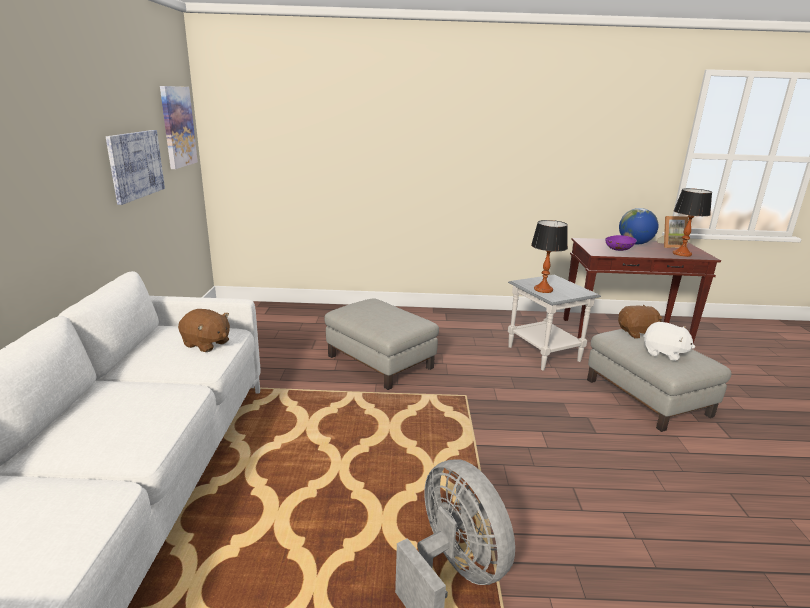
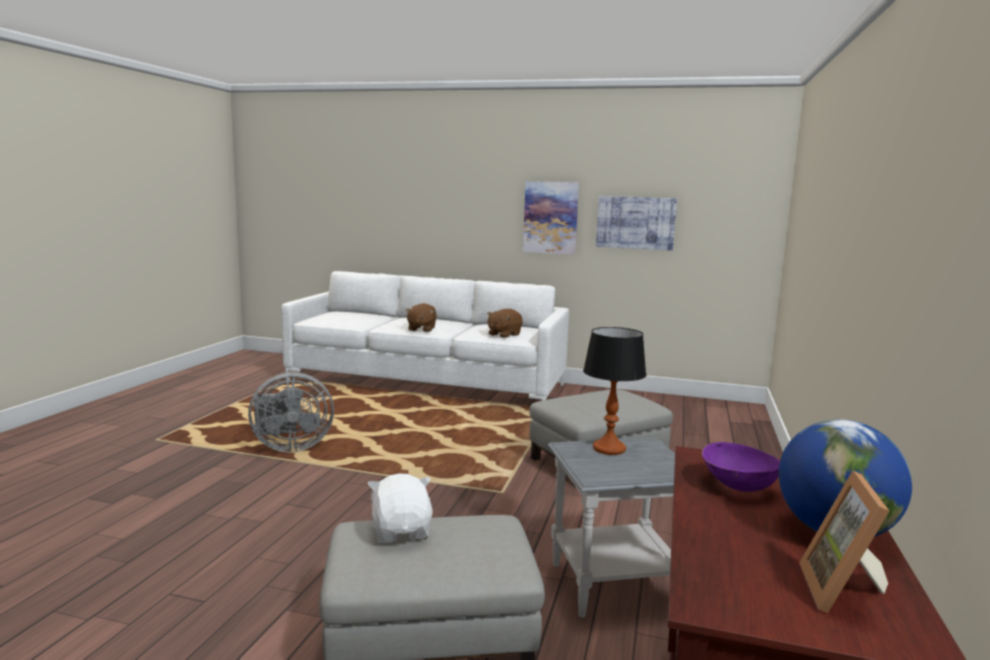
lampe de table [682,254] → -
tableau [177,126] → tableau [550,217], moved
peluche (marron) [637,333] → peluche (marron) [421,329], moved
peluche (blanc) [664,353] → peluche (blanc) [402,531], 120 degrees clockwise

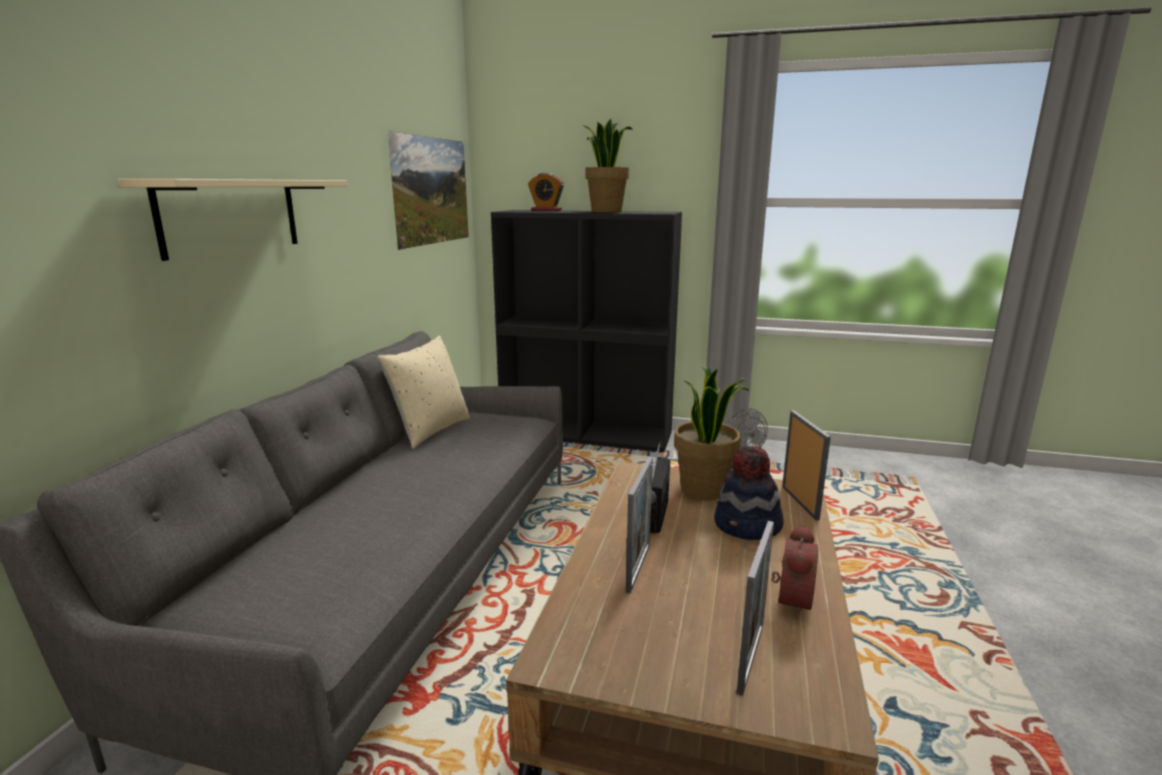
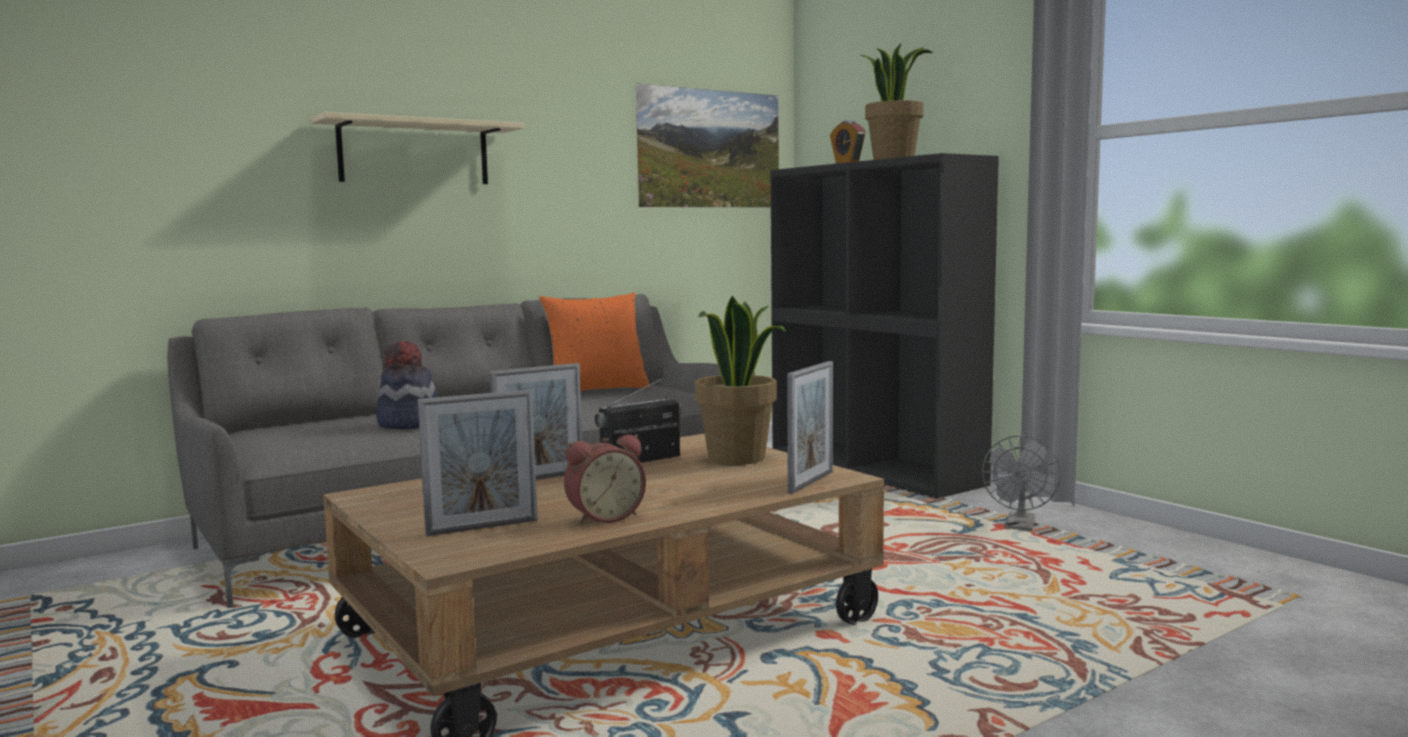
chapeau [747,526] → chapeau [409,425], moved
coussin (beige) [430,430] → coussin (orange) [597,390]

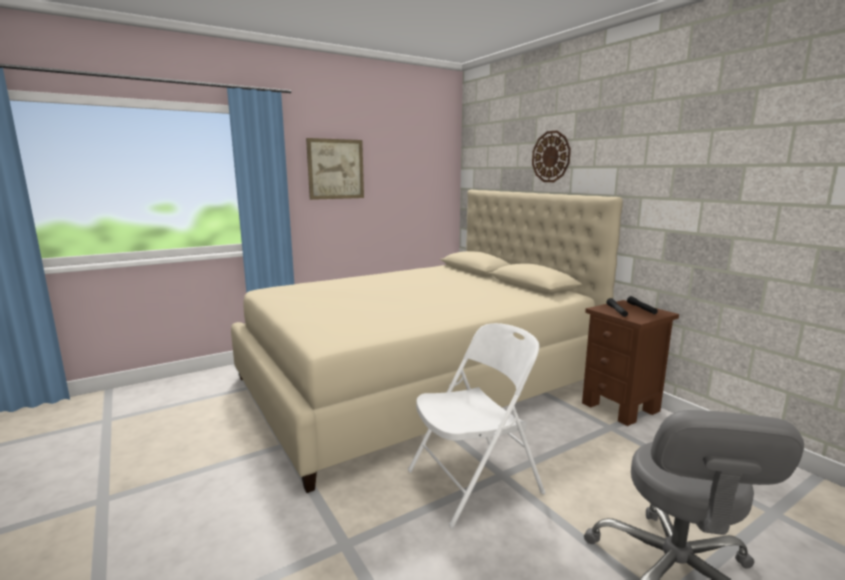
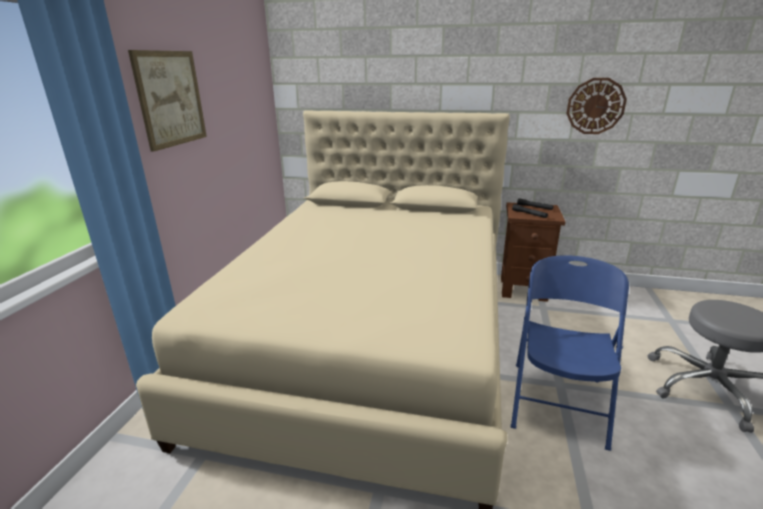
horloge murale [551,156] → horloge murale [595,106], moved
chaise (blanc) [474,482] → chaise (bleu) [558,403]

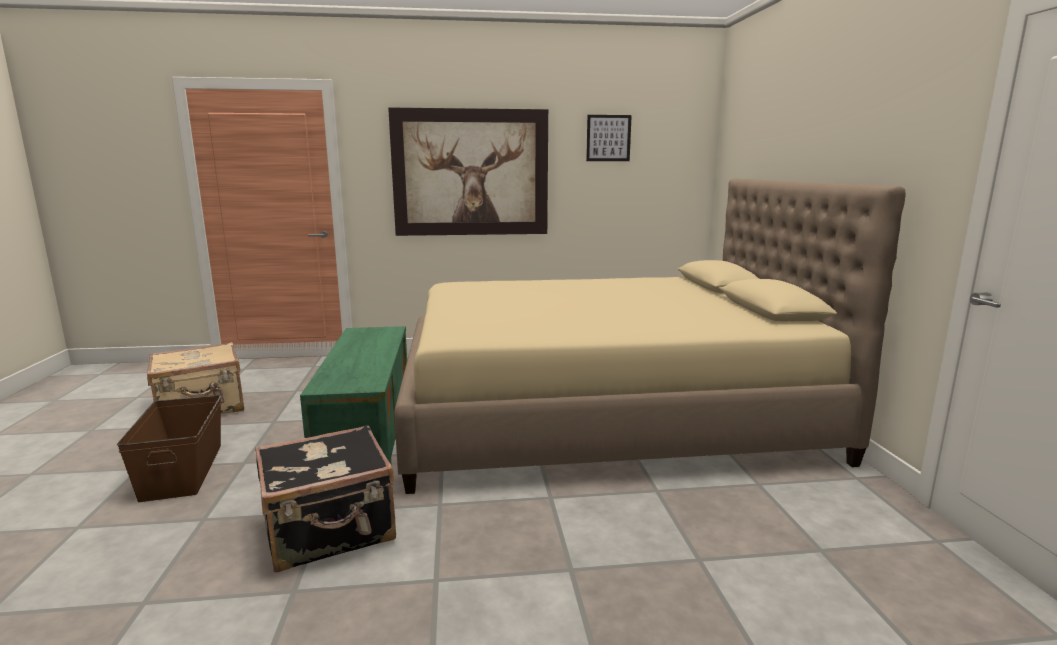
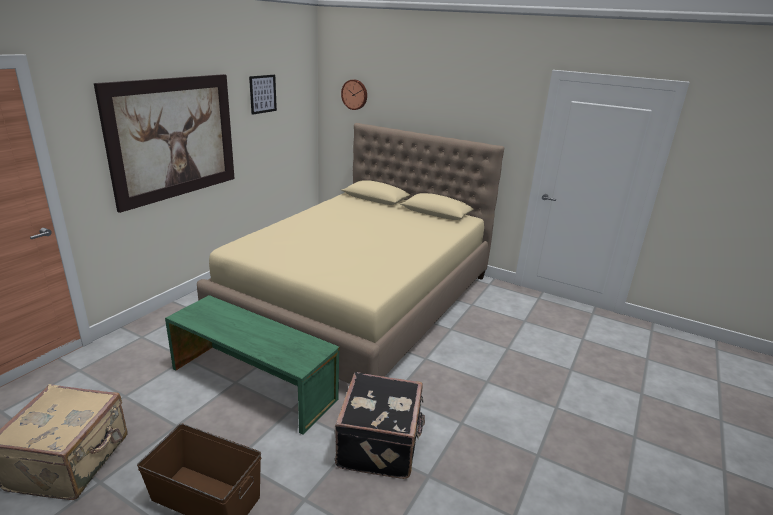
- → horloge murale [355,94]

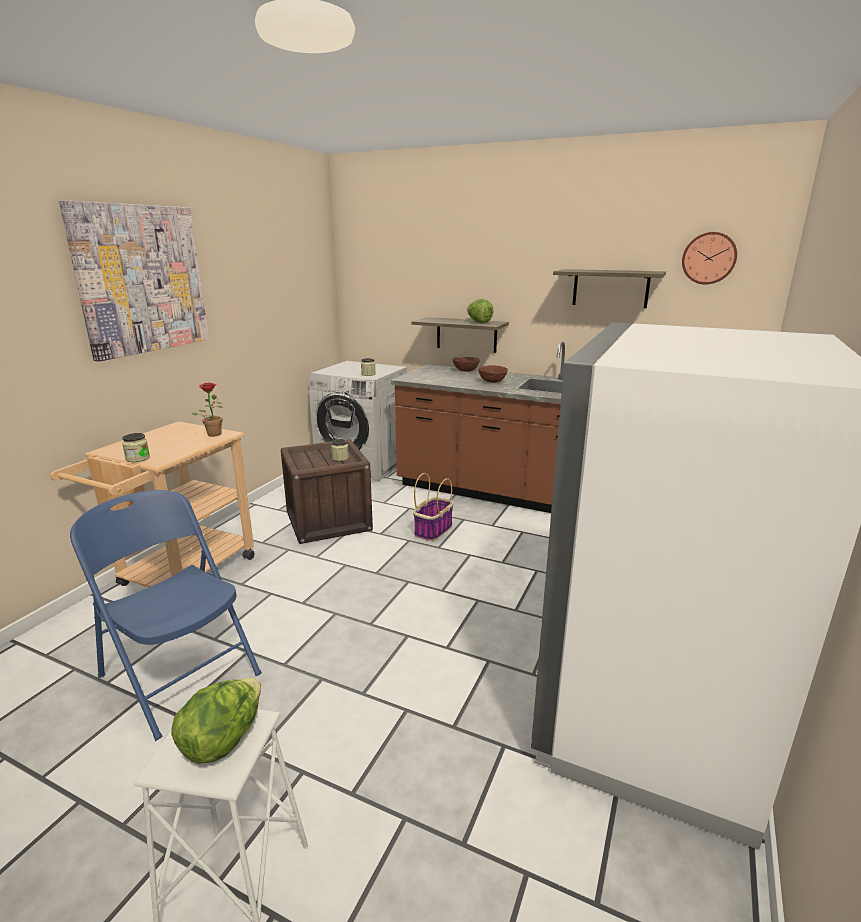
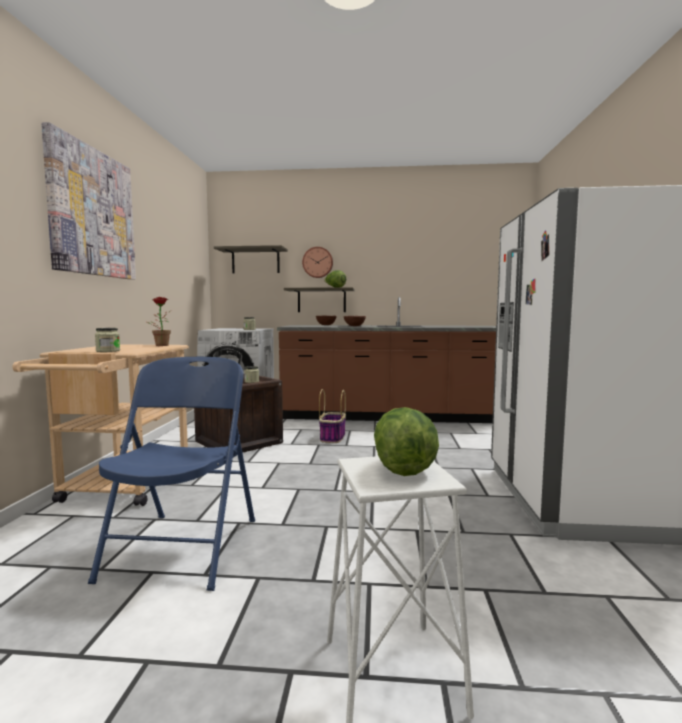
étagère [610,288] → étagère [255,261], moved
horloge murale [709,258] → horloge murale [317,262], moved
chaise (bleu) [180,675] → chaise (bleu) [183,548], 75 degrees clockwise

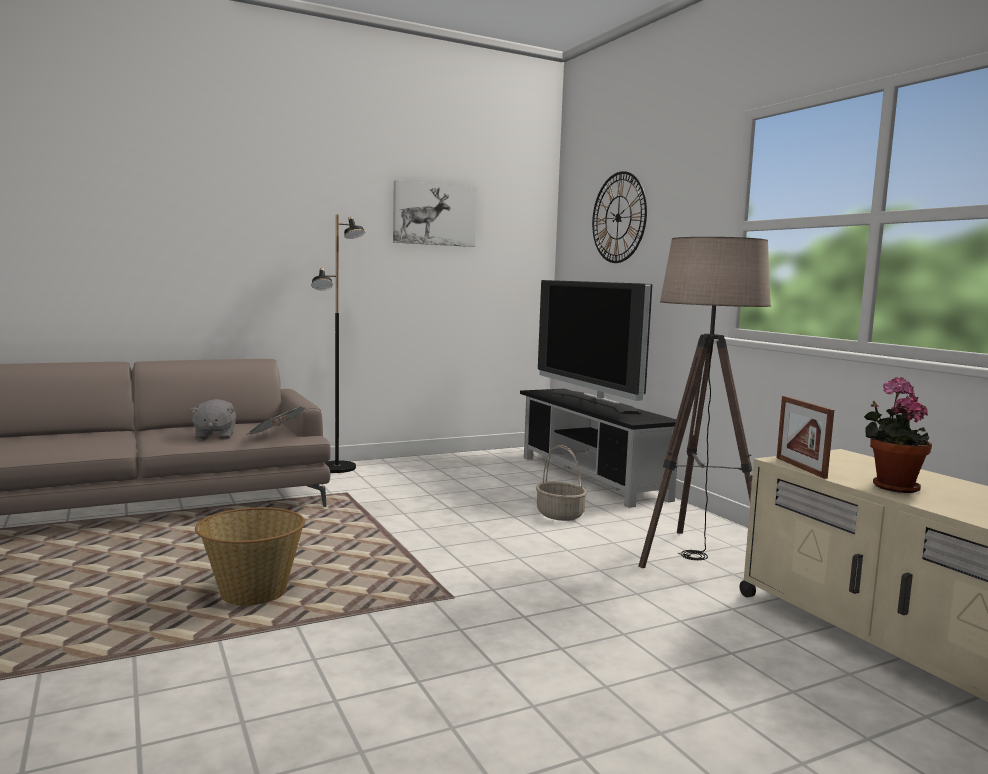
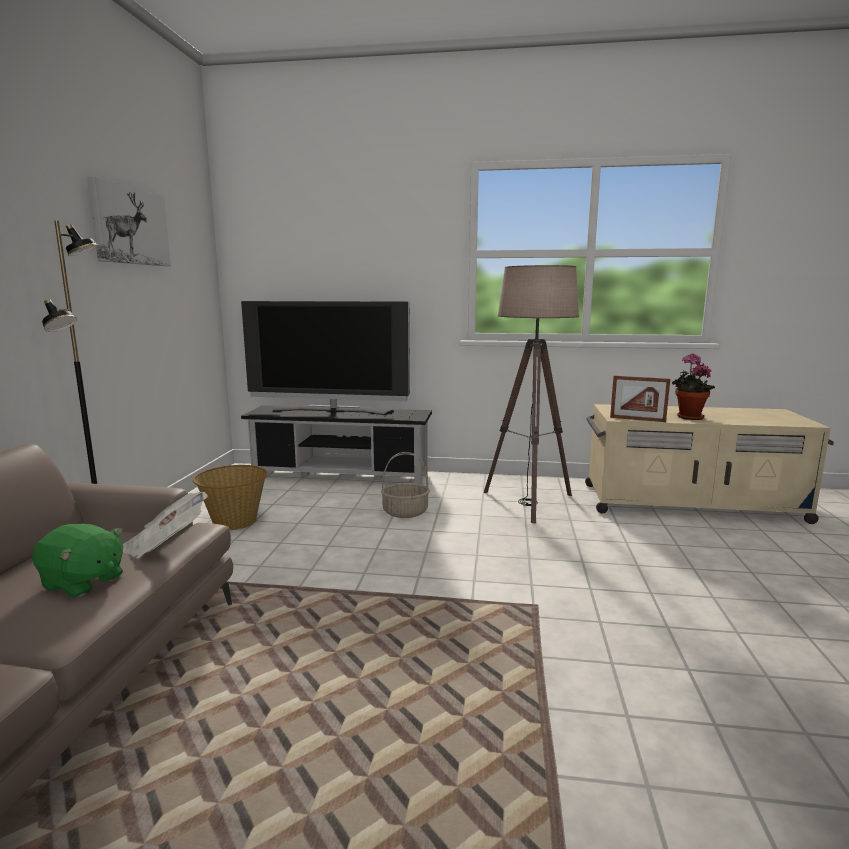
horloge murale [618,217] → -
panier [252,593] → panier [234,522], moved
peluche (gris) [214,436] → peluche (vert) [83,582]

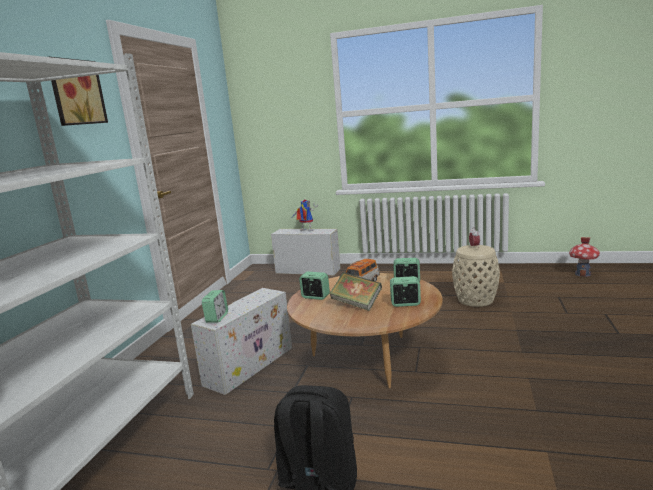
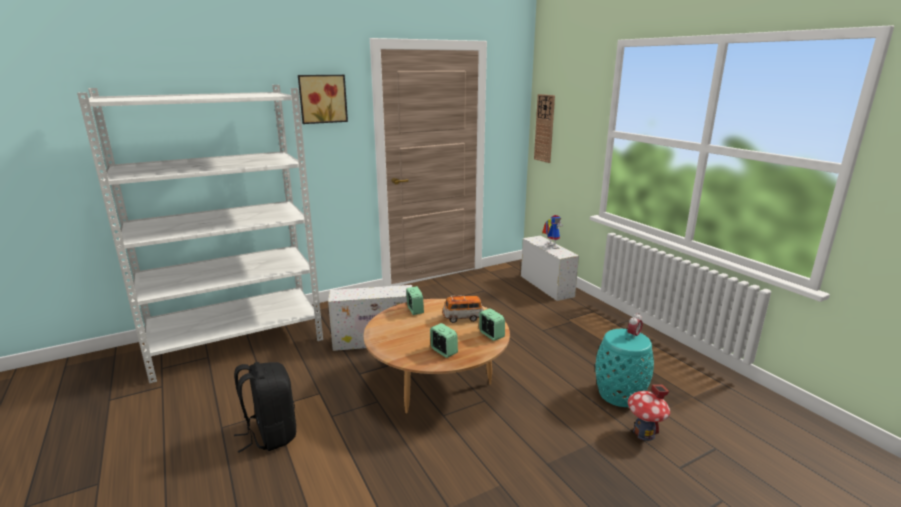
réveil [217,318] → -
livre [356,304] → -
- → horloge murale [544,128]
maison miniature [583,274] → maison miniature [644,433], moved
tabouret (beige) [475,300] → tabouret (turquoise) [619,394]

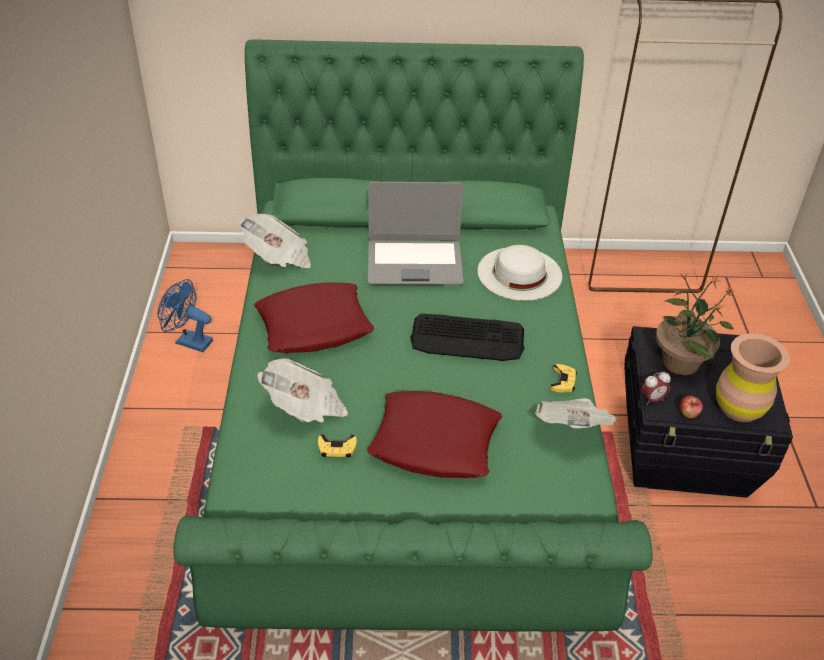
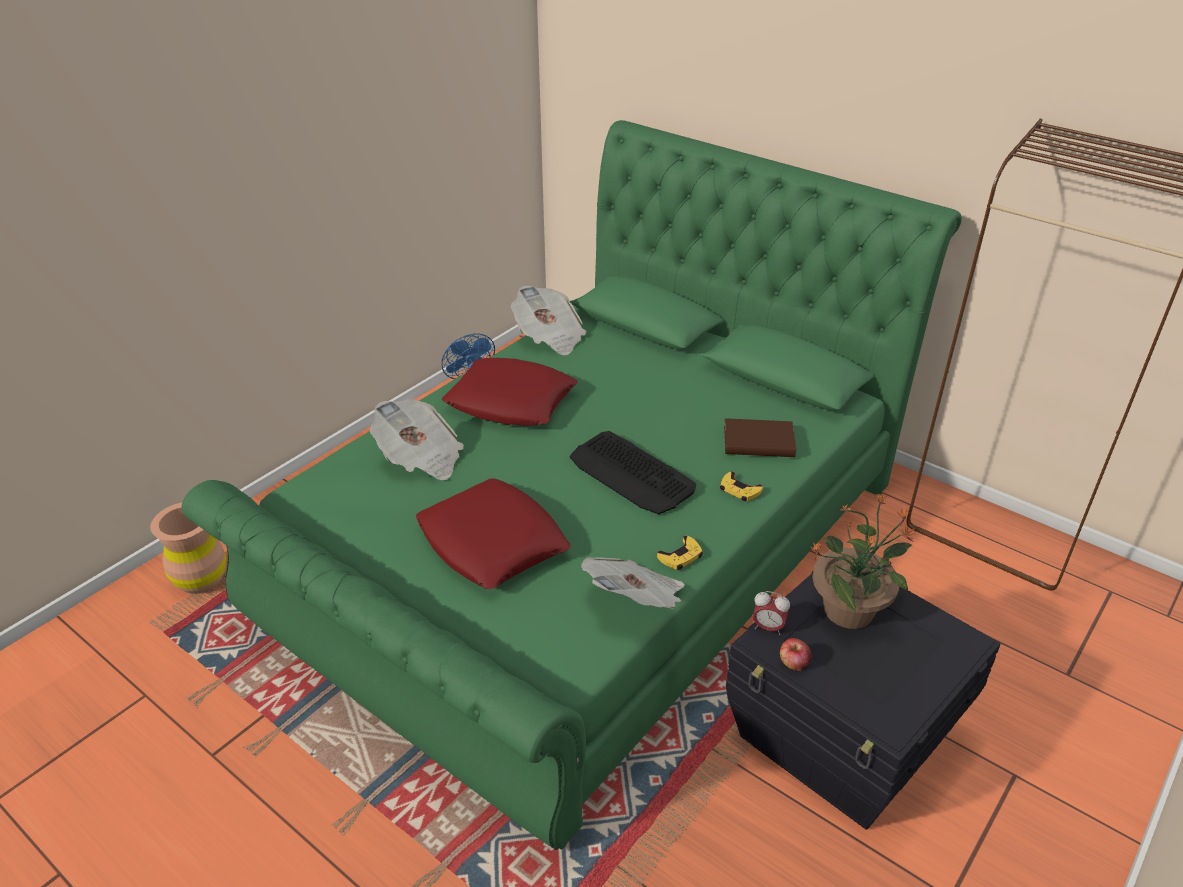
ordinateur portable [414,263] → -
manette (jaune) [337,448] → manette (jaune) [739,490], moved
vase (marron) [739,407] → vase (marron) [201,579], moved
chapeau (blanc) [519,273] → livre (marron) [758,442]

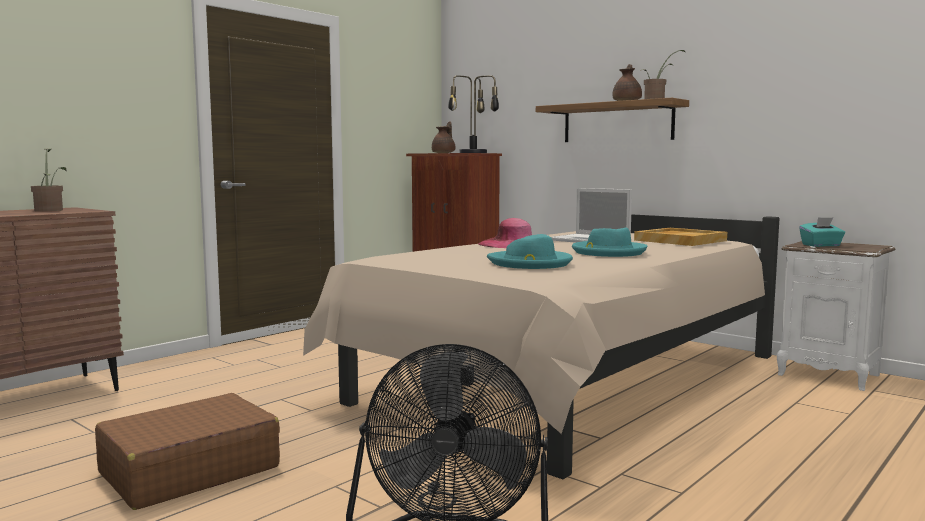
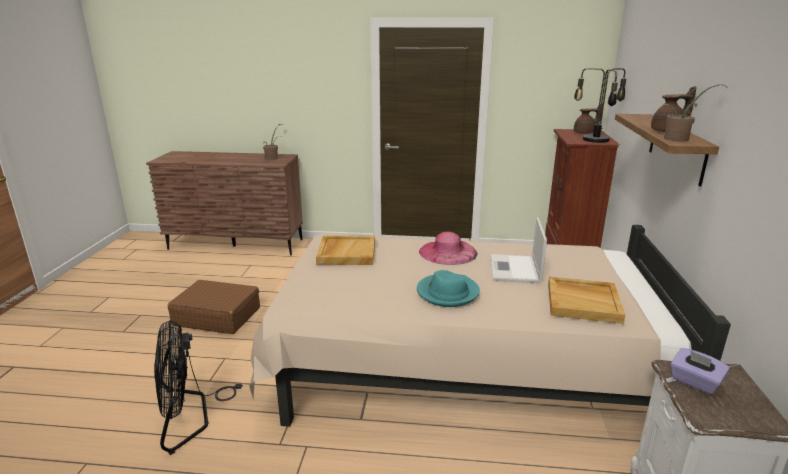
chapeau (turquoise) [530,263] → -
- → plateau (beige) [346,252]
boîte à mouchoirs (turquoise) [821,245] → boîte à mouchoirs (violet) [694,382]

